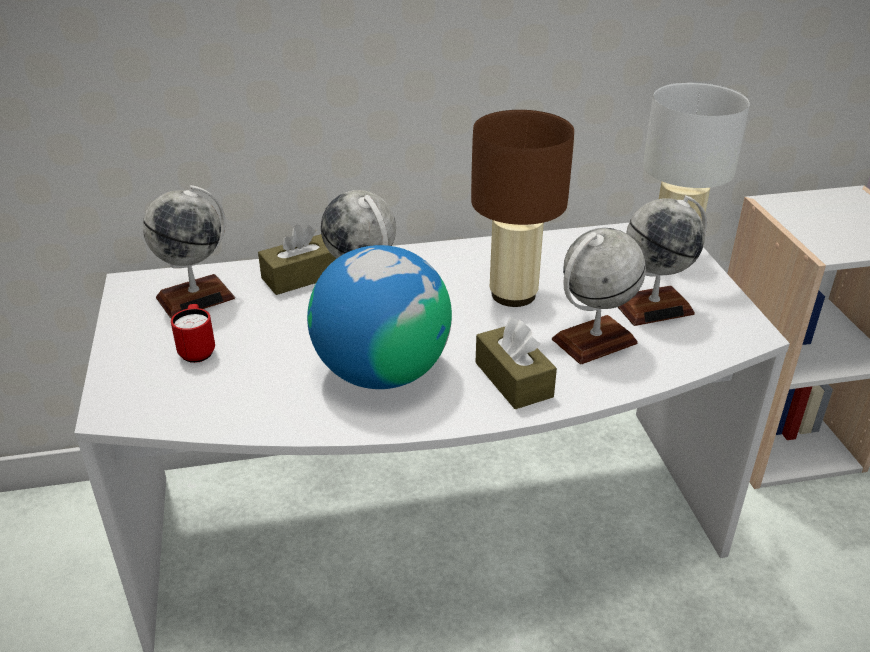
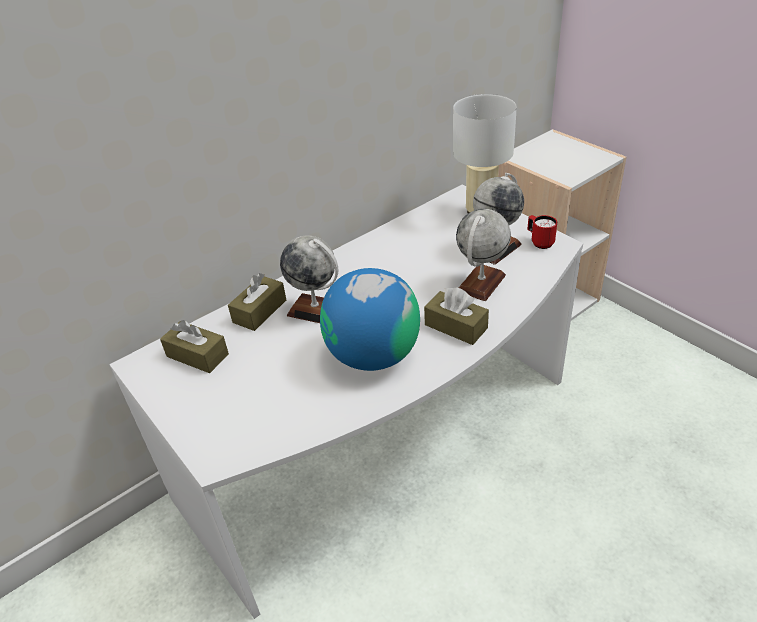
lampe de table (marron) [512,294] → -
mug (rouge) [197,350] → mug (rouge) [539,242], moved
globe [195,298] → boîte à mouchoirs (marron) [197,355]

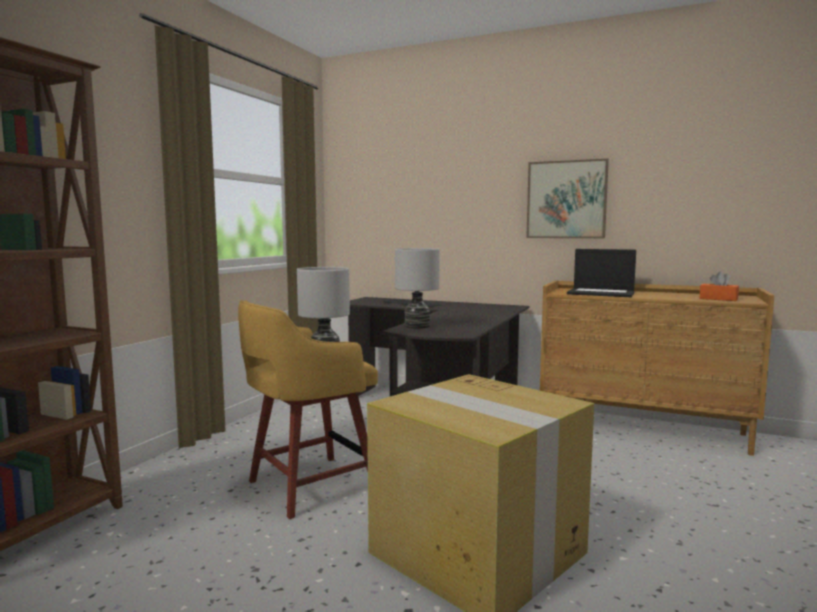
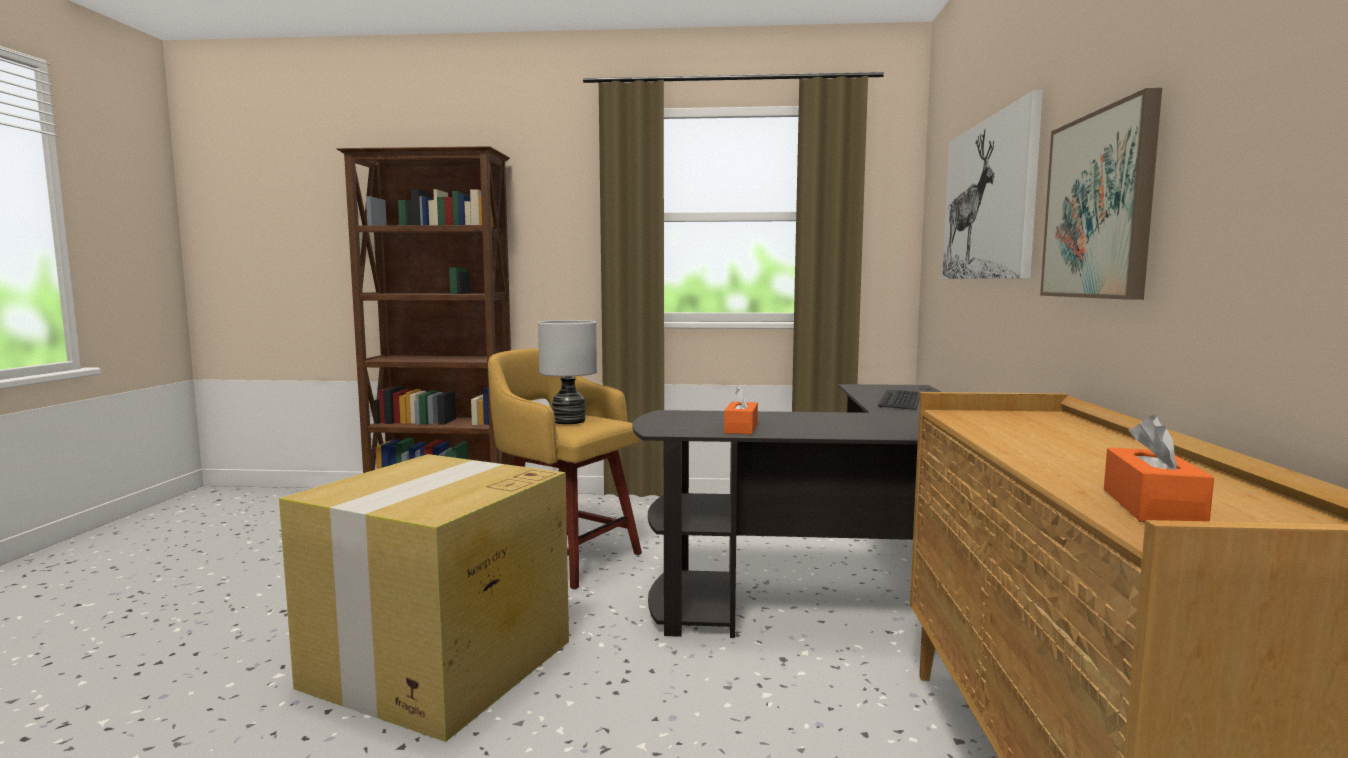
lampe de table (gris) [417,326] → -
ordinateur portable [601,293] → -
- → boîte à mouchoirs (orange) [741,428]
- → tableau [988,200]

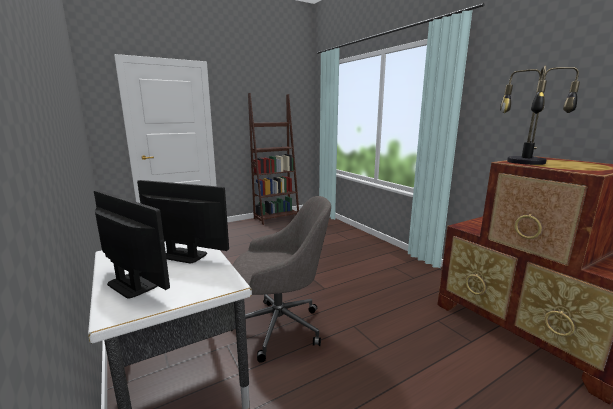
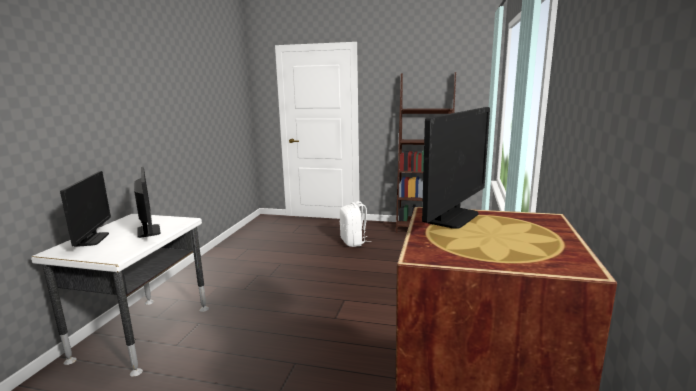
chaise de bureau (gris) [280,327] → -
- → sac à dos (blanc) [353,242]
lampe de table [525,162] → écran d'ordinateur [451,217]

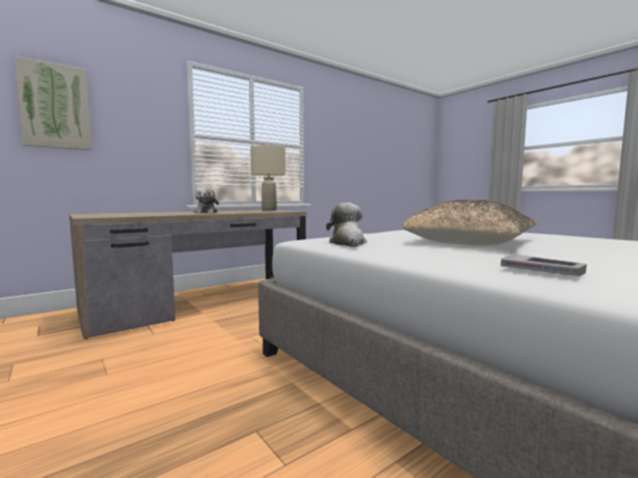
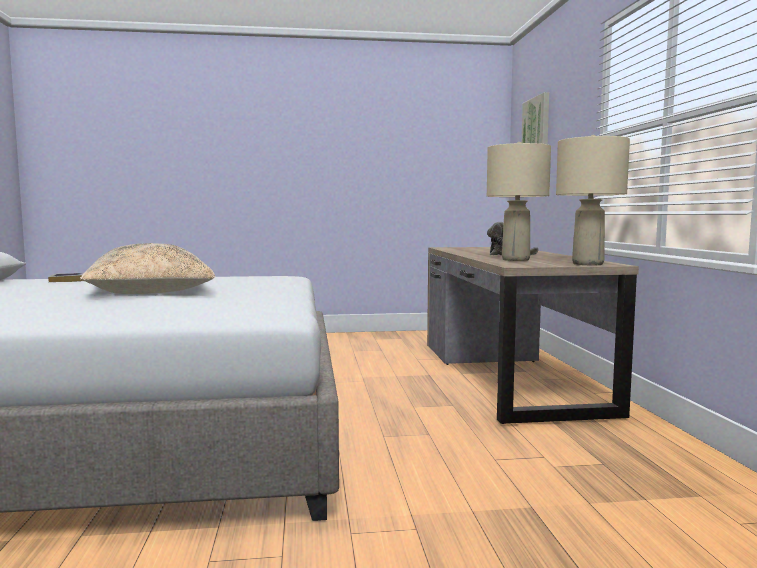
peluche [348,243] → -
- → lampe de table (beige) [516,260]

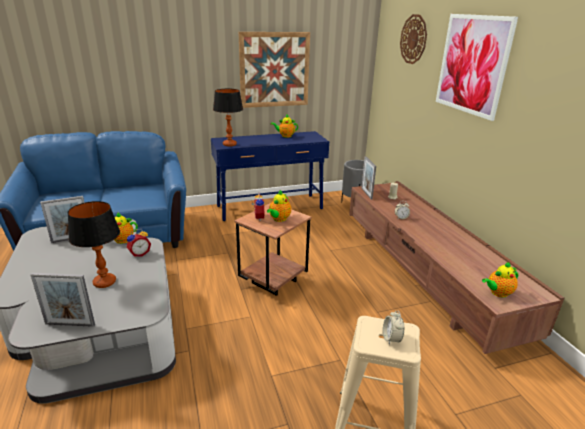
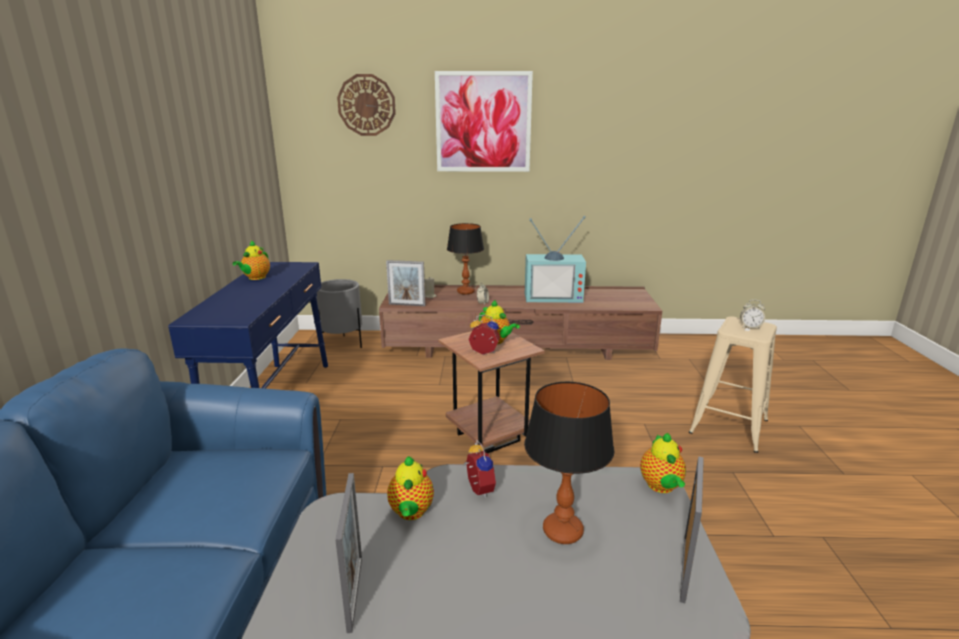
tableau [274,70] → -
- → téléviseur [553,296]
lampe de table [229,144] → lampe de table [465,292], moved
théière [497,293] → théière [661,487], moved

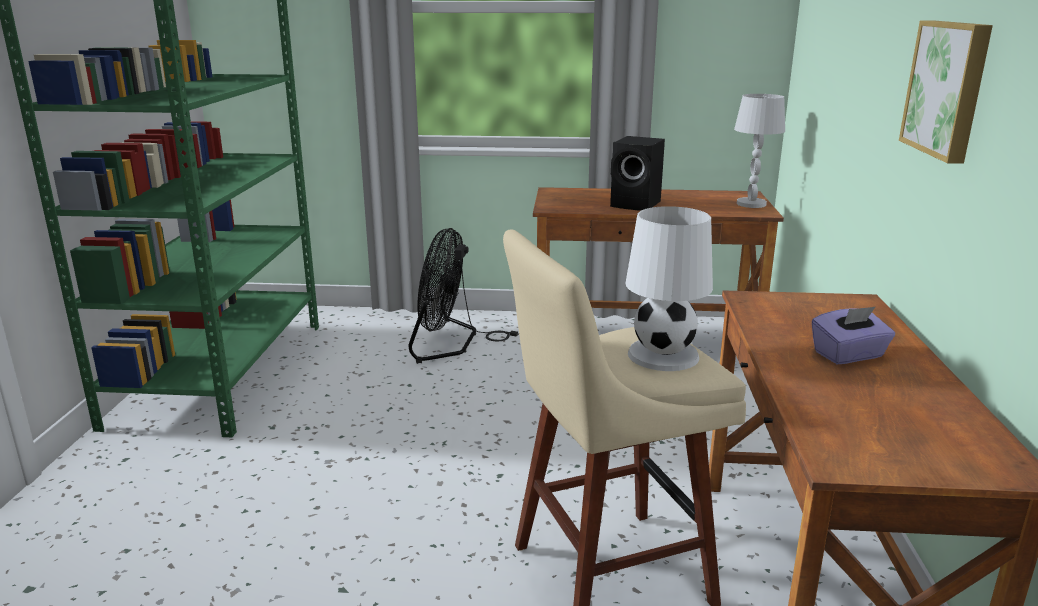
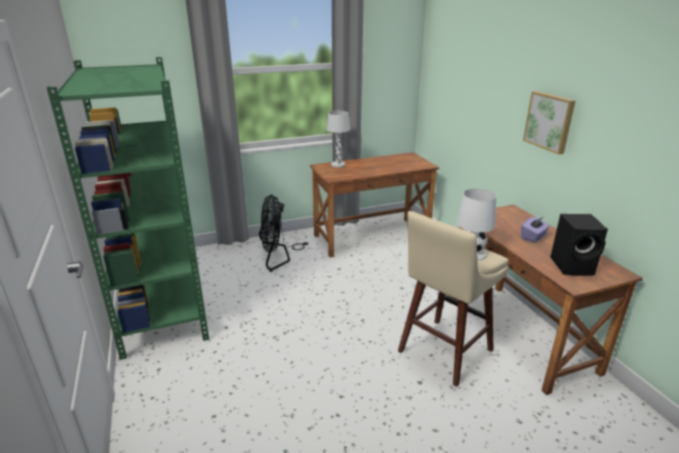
enceinte (noir) [637,204] → enceinte (noir) [573,266], moved
lampe de table (blanc) [750,204] → lampe de table (blanc) [338,165], moved

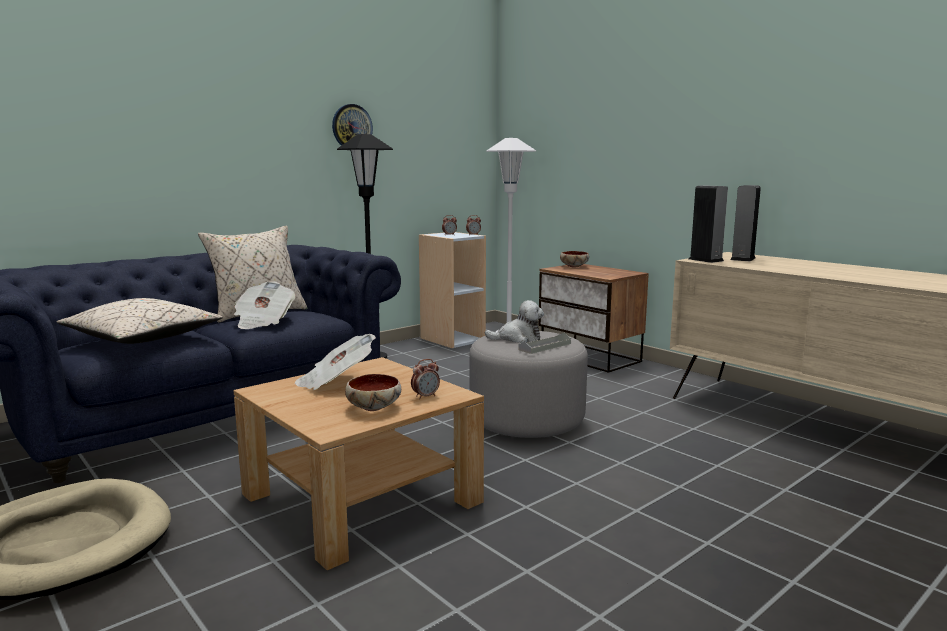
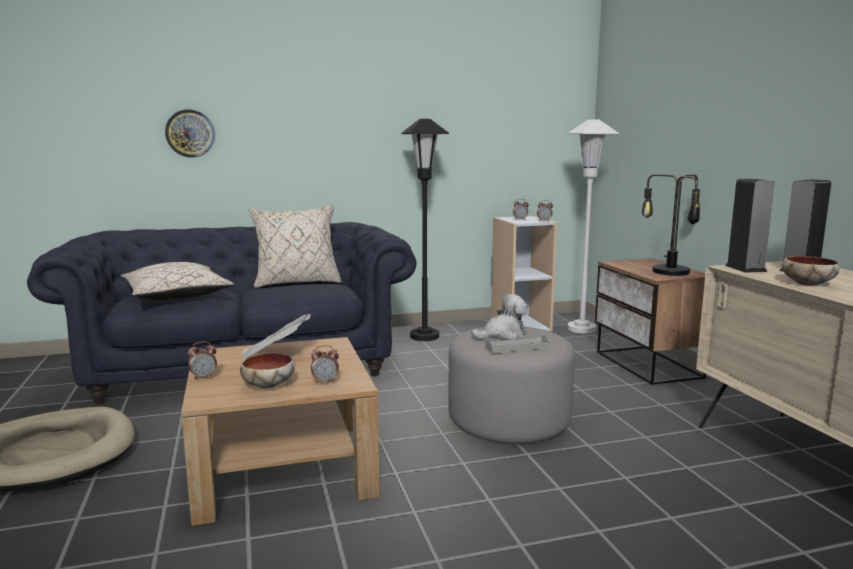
journal [263,322] → -
- → réveil [204,377]
- → lampe de table [671,272]
horloge murale [352,127] → horloge murale [190,133], moved
bol [574,266] → bol [807,283], moved
peluche [518,338] → peluche [502,335], 45 degrees counterclockwise

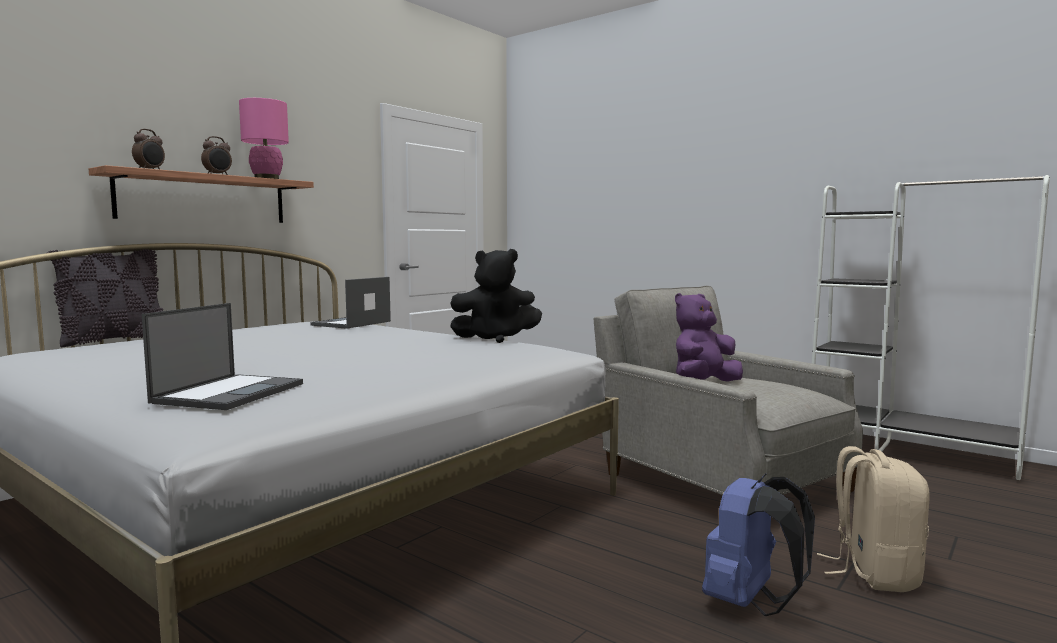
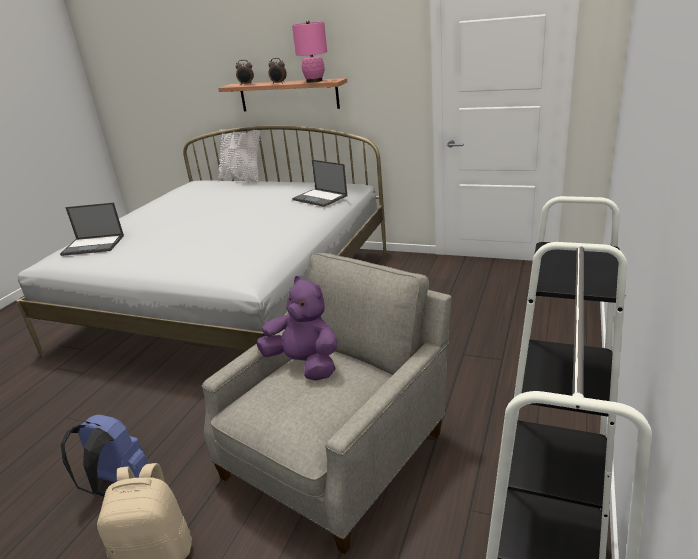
peluche (noir) [495,338] → -
coussin (noir) [114,340] → coussin (blanc) [242,179]
ordinateur portable [351,323] → ordinateur portable [320,198], 150 degrees counterclockwise

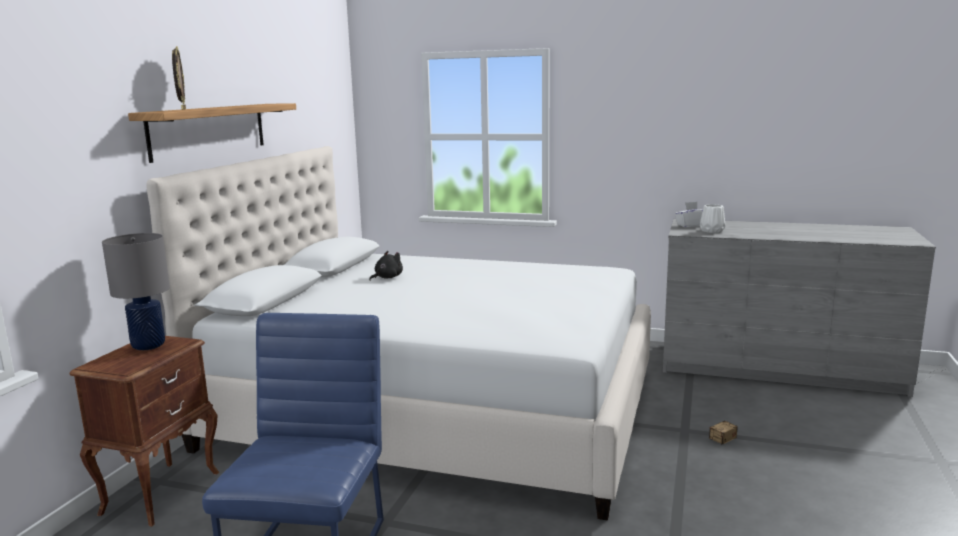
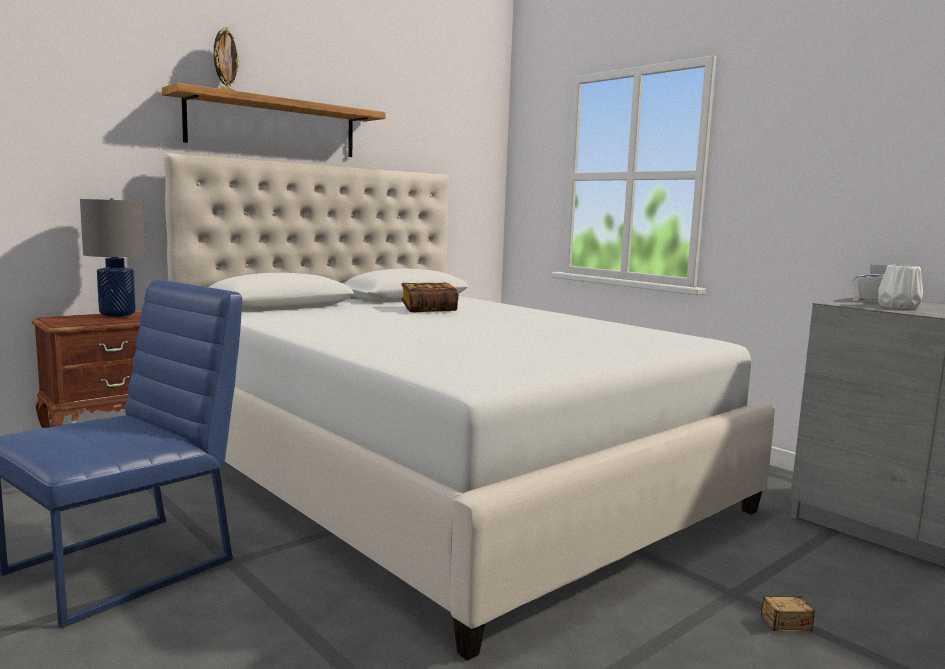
peluche (noir) [387,277] → livre [429,310]

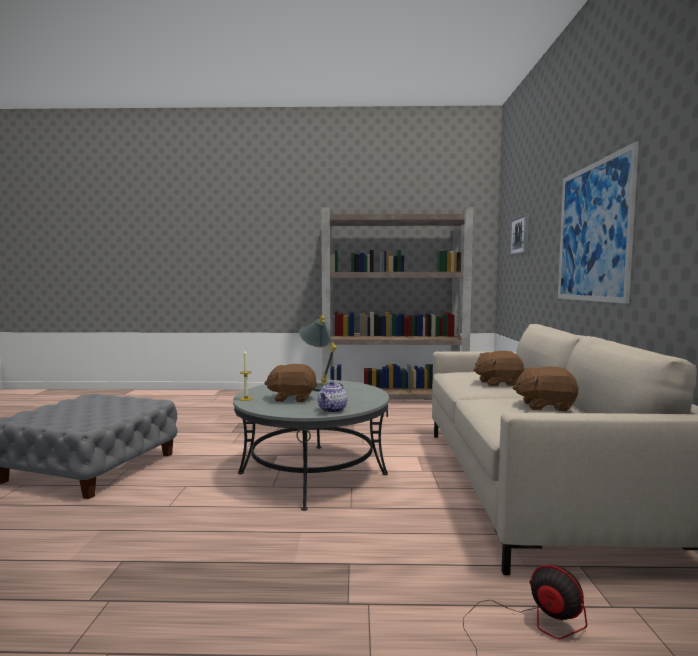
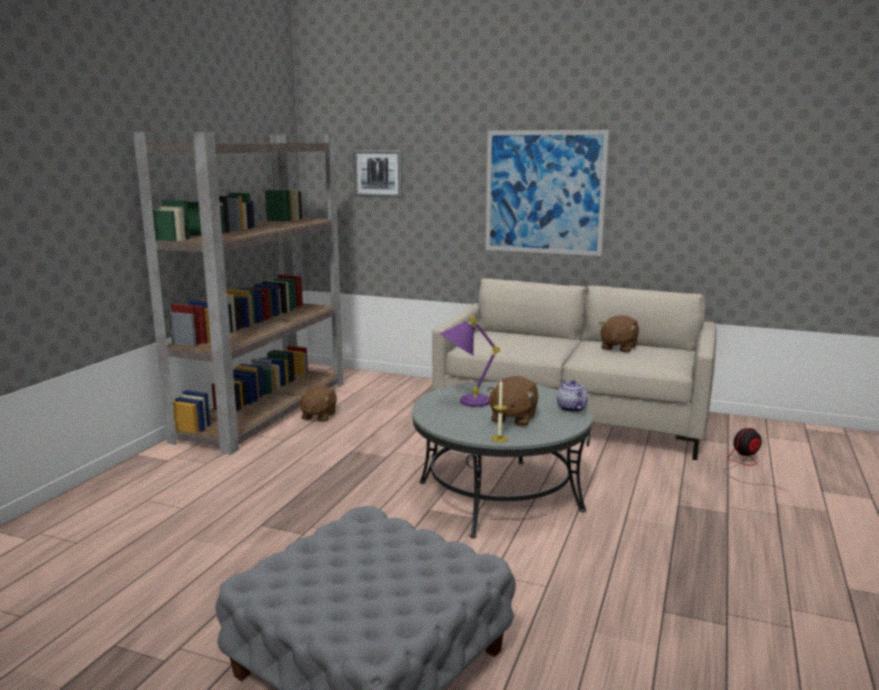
peluche (marron) [498,383] → peluche (marron) [318,416], moved
lampe de table (gris) [319,387] → lampe de table (violet) [464,402]
théière [332,410] → théière [570,408], 150 degrees counterclockwise

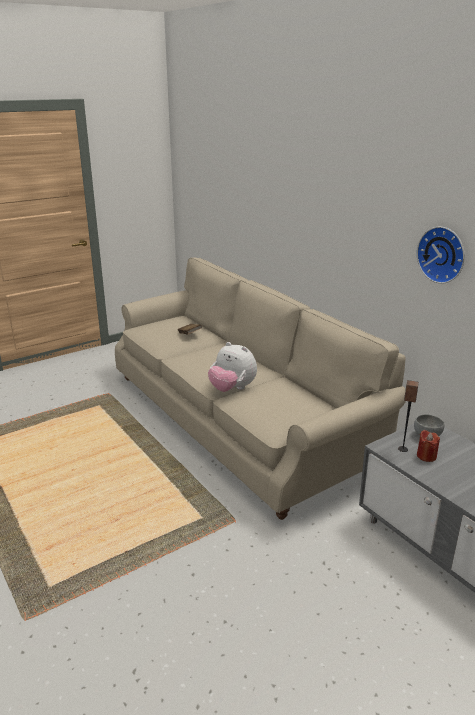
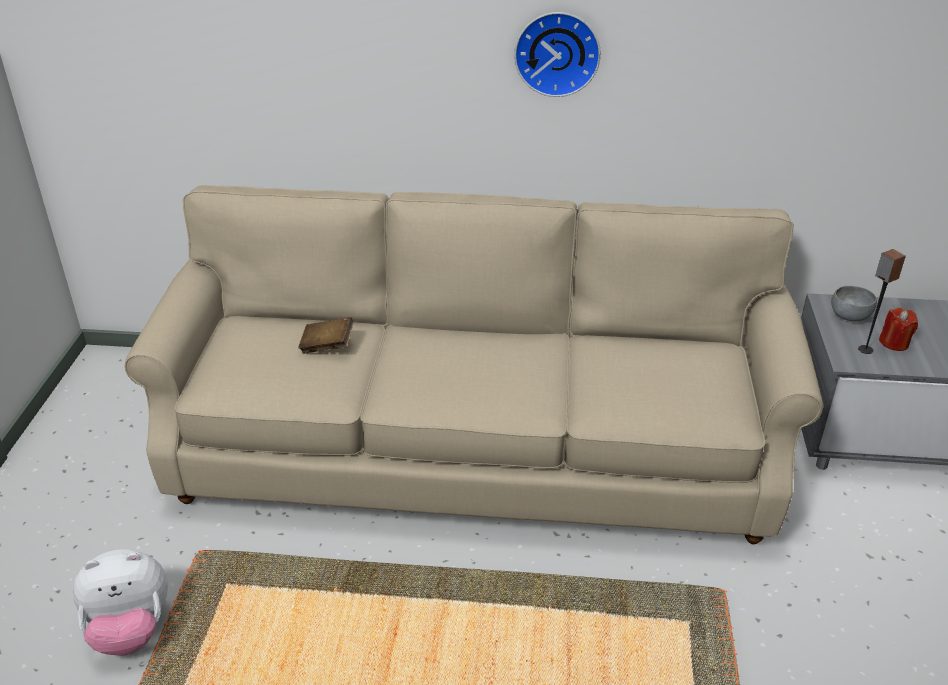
peluche [232,389] → peluche [130,630], moved
horloge murale [442,254] → horloge murale [557,53], moved

